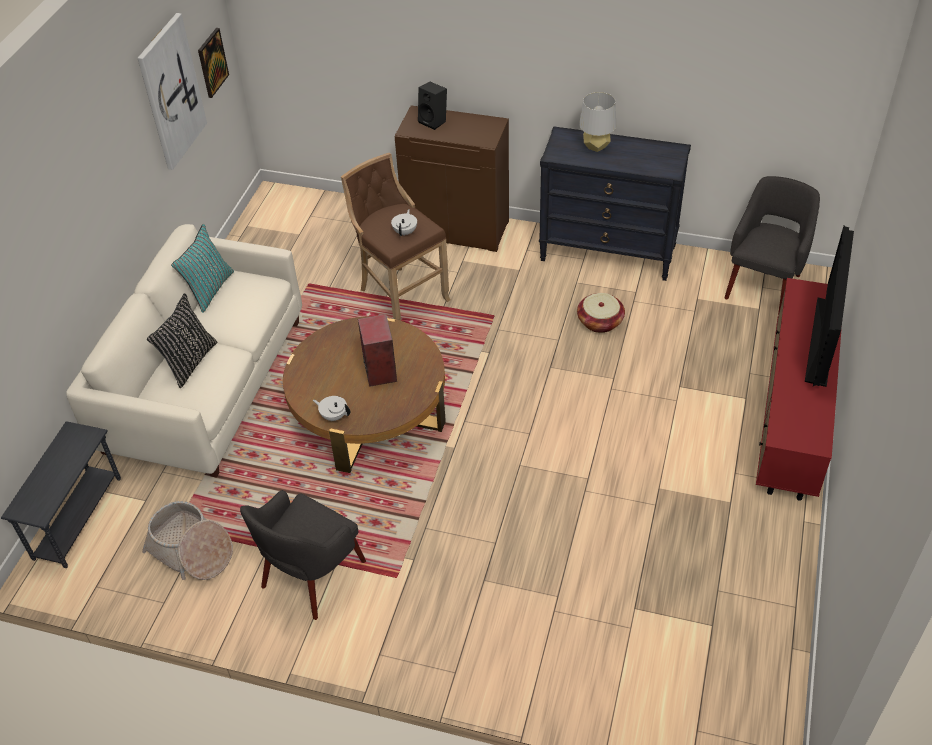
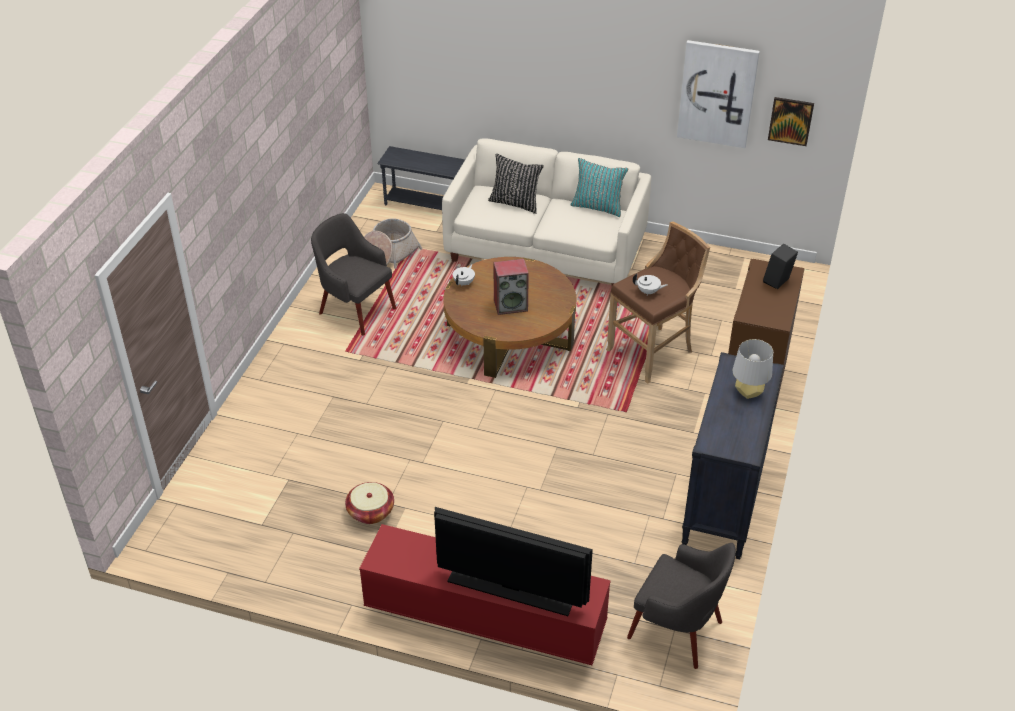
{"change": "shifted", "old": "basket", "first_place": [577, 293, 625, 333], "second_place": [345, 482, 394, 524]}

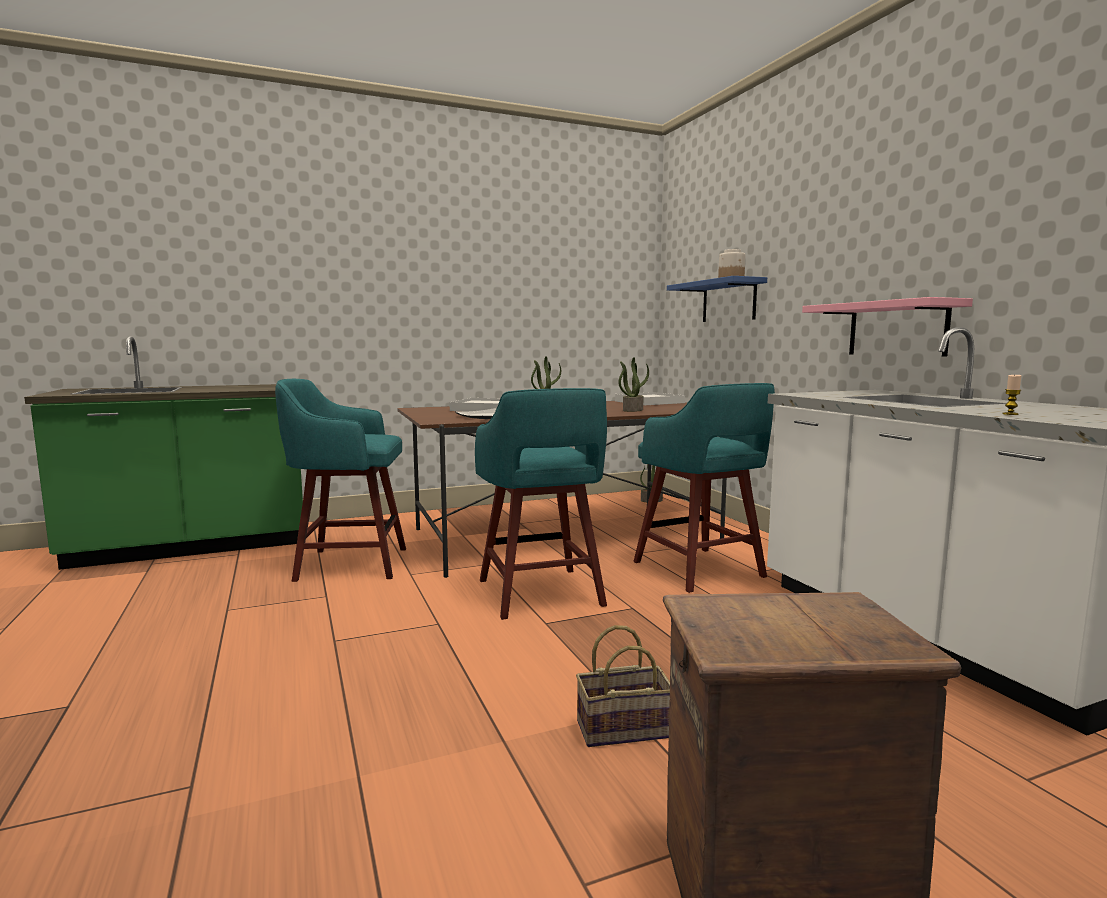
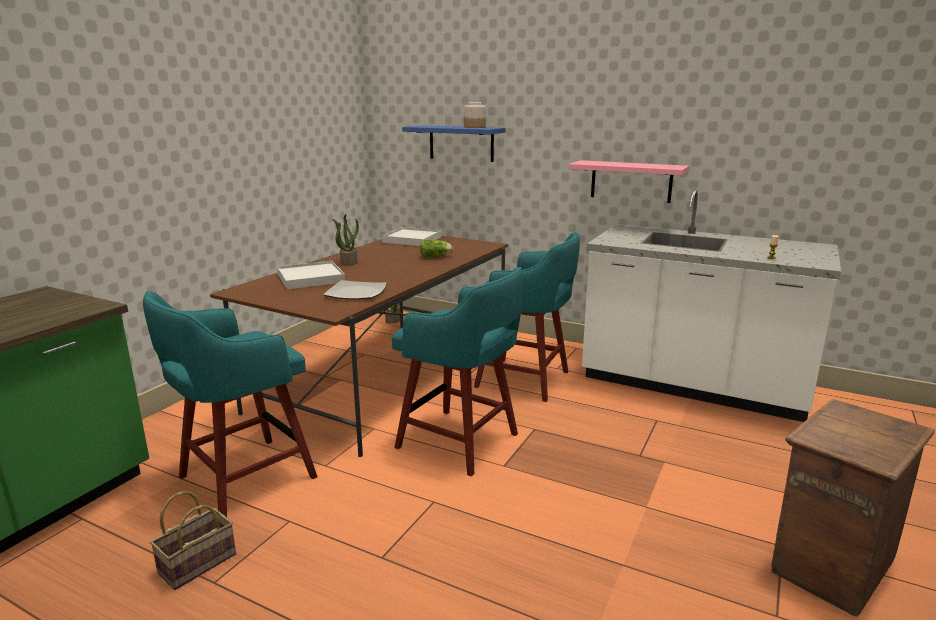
{"change": "shifted", "old": "basket", "first_place": [576, 625, 670, 747], "second_place": [150, 491, 236, 590]}
{"change": "swapped", "old": "plant in a pot", "new": "head of lettuce", "first_place": [618, 357, 649, 412], "second_place": [420, 240, 453, 258]}

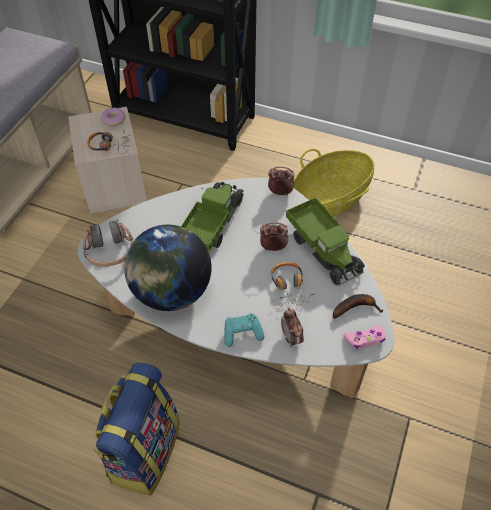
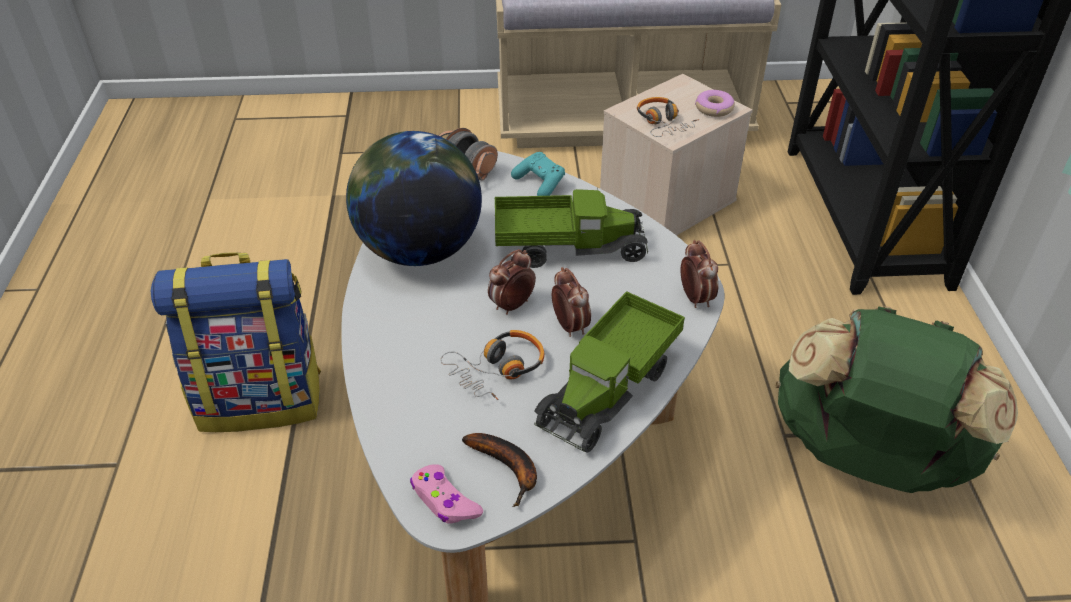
{"change": "shifted", "old": "table clock", "first_place": [281, 308, 304, 347], "second_place": [488, 249, 536, 315]}
{"change": "shifted", "old": "turquoise-coloured gamepad", "first_place": [224, 313, 264, 347], "second_place": [511, 152, 565, 196]}
{"change": "swapped", "old": "basket", "new": "green knapsack", "first_place": [294, 149, 374, 217], "second_place": [776, 306, 1018, 493]}

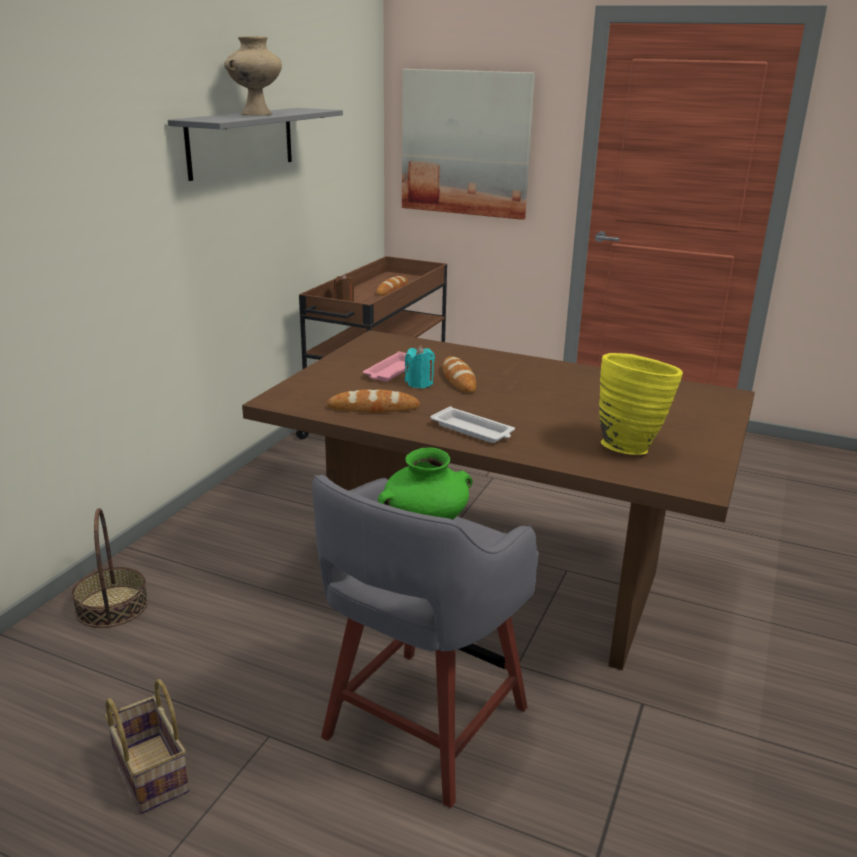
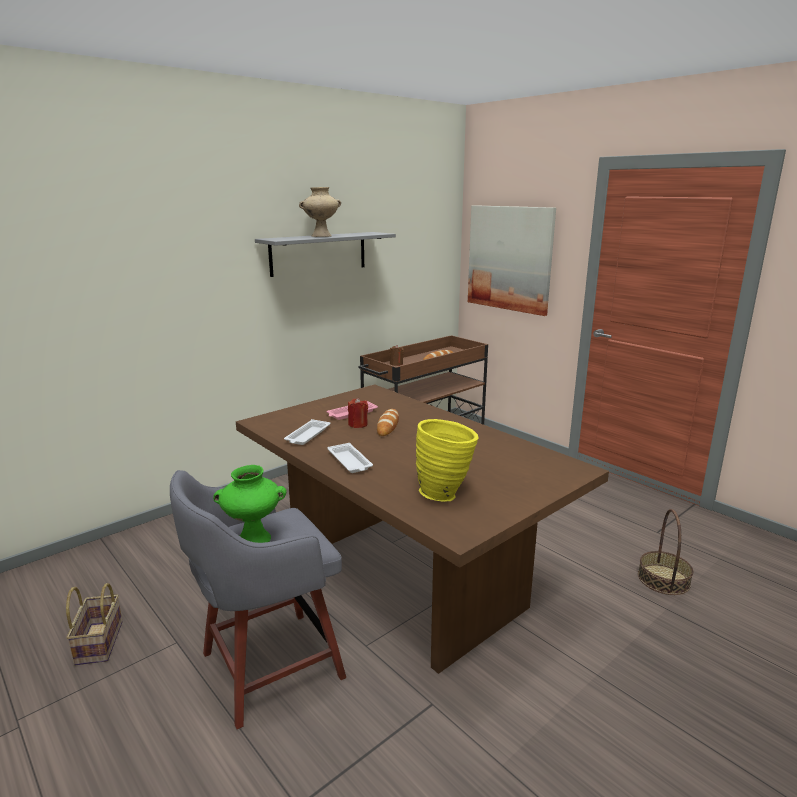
{"change": "swapped", "old": "baked bread", "new": "whitish serving tray", "first_place": [327, 389, 420, 412], "second_place": [284, 419, 330, 445]}
{"change": "repainted", "old": "turquoise-coloured wax candle", "new": "red wax candle", "first_place": [405, 345, 435, 389], "second_place": [348, 398, 368, 428]}
{"change": "shifted", "old": "basket", "first_place": [72, 508, 148, 628], "second_place": [638, 509, 693, 595]}

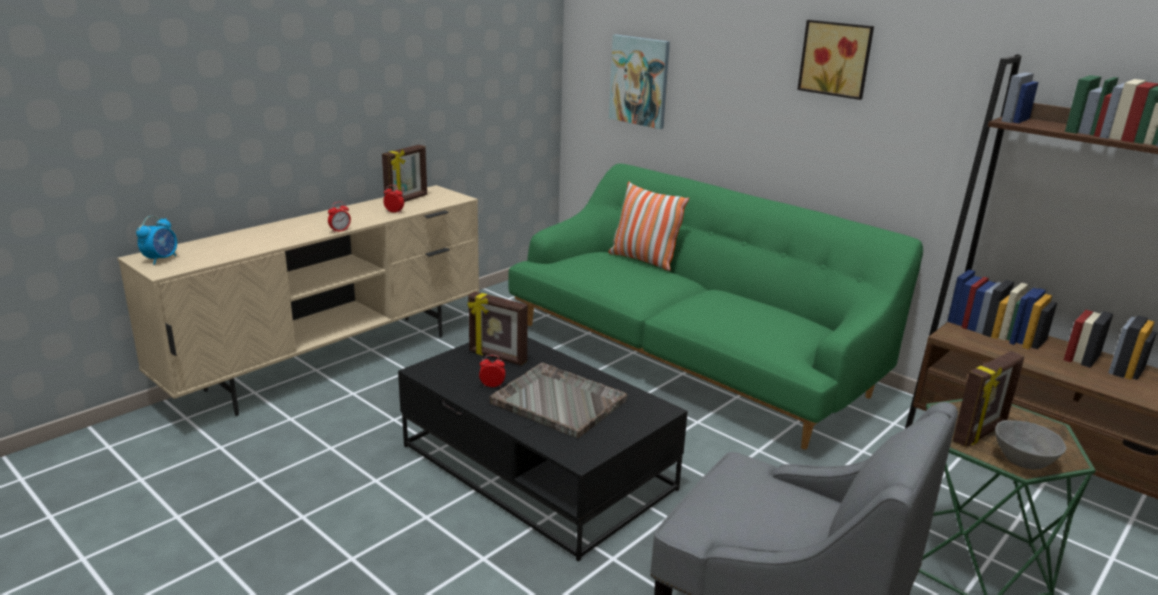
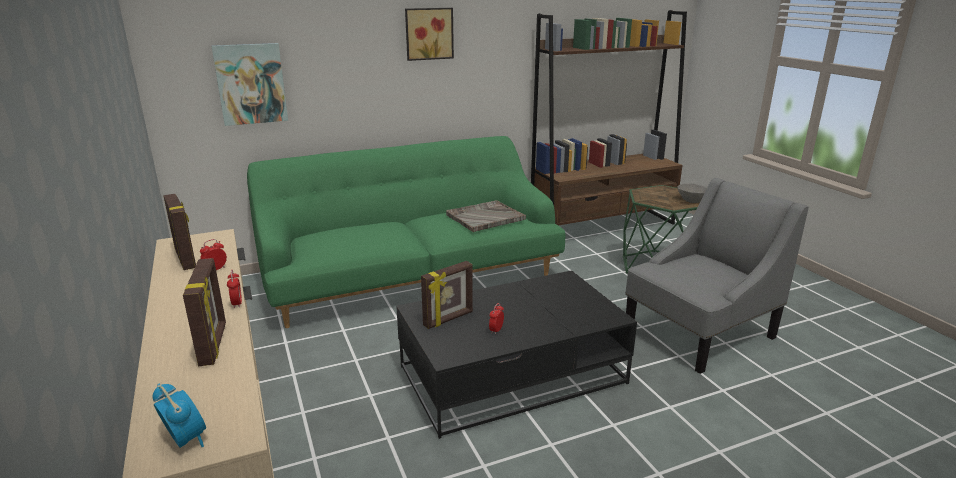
{"change": "shifted", "old": "picture frame", "first_place": [953, 351, 1024, 447], "second_place": [183, 258, 226, 366]}
{"change": "shifted", "old": "grey serving tray", "first_place": [490, 363, 628, 438], "second_place": [446, 200, 526, 232]}
{"change": "gone", "old": "pillow", "first_place": [609, 182, 689, 271]}

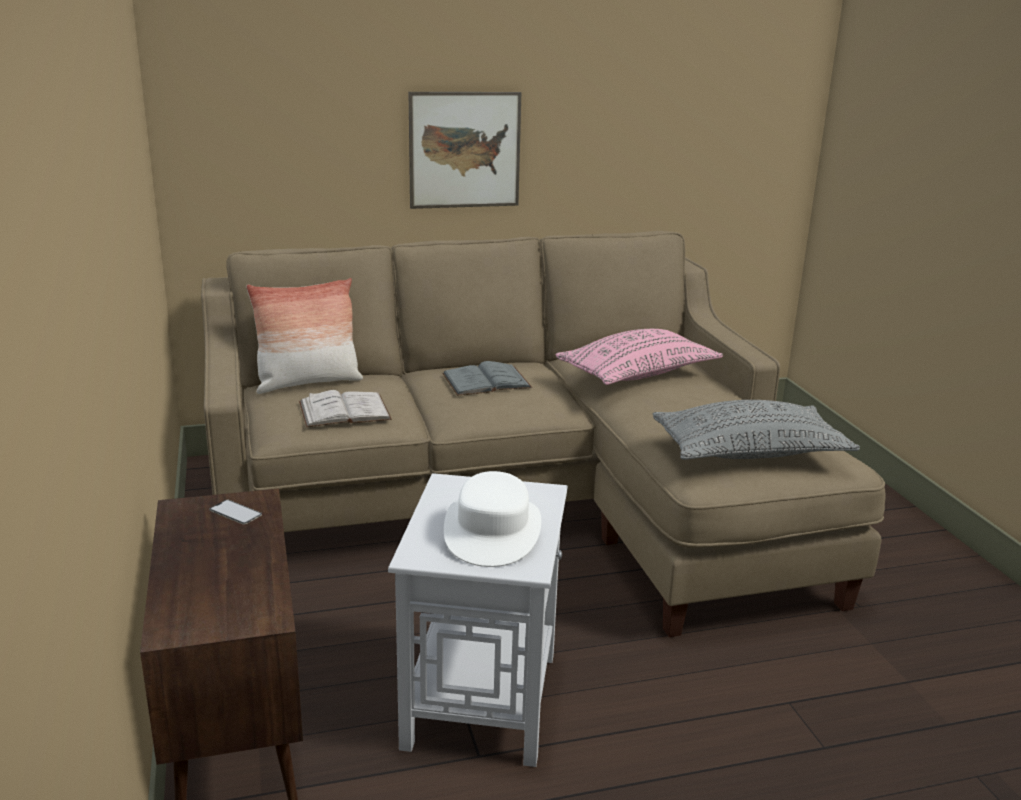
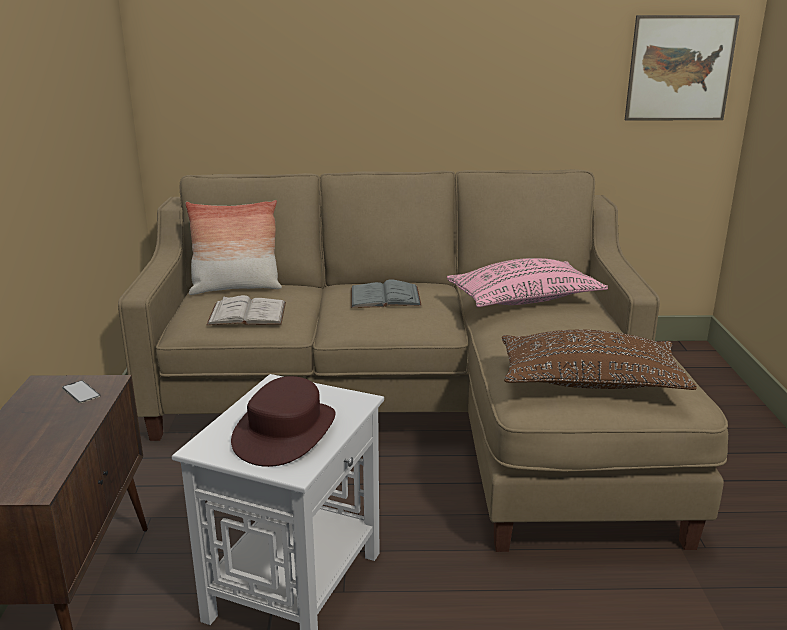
{"change": "repainted", "old": "whitish wearable hat", "new": "brown wearable hat", "first_place": [444, 471, 541, 567], "second_place": [231, 376, 336, 467]}
{"change": "repainted", "old": "grey pillow", "new": "brown pillow", "first_place": [653, 400, 860, 460], "second_place": [502, 330, 697, 390]}
{"change": "shifted", "old": "wall picture", "first_place": [409, 92, 521, 209], "second_place": [625, 15, 740, 121]}

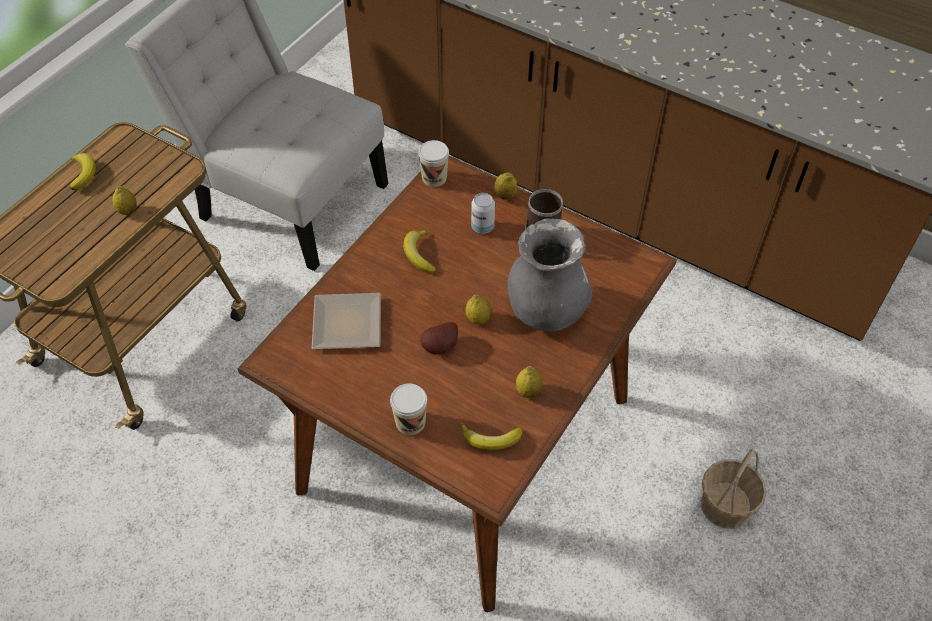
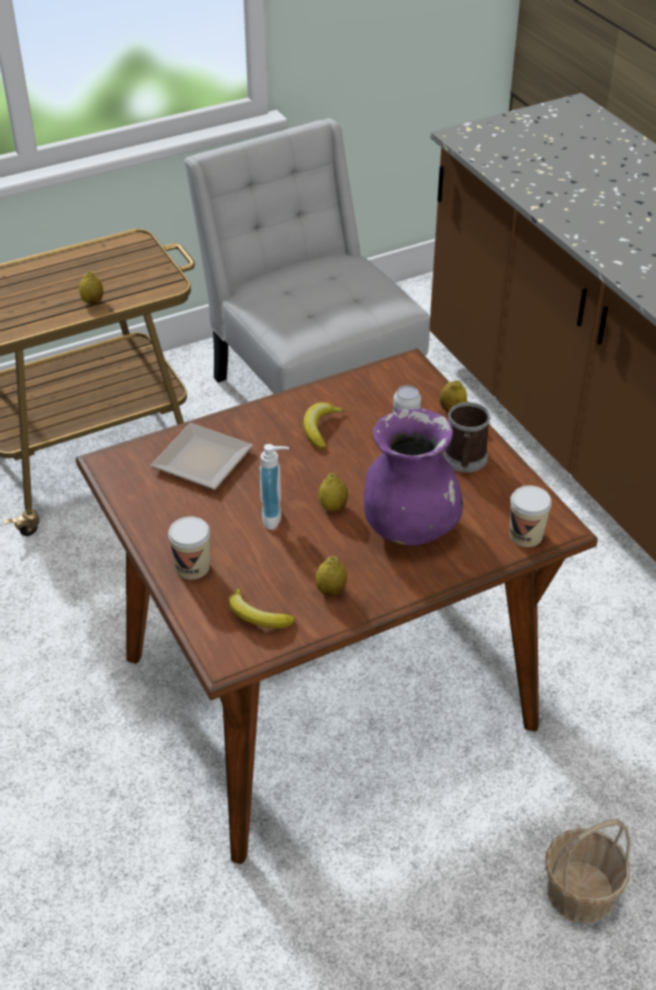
{"change": "swapped", "old": "spud", "new": "soap bottle", "first_place": [420, 322, 458, 354], "second_place": [259, 444, 289, 530]}
{"change": "repainted", "old": "grey flower vase", "new": "purple flower vase", "first_place": [507, 219, 592, 331], "second_place": [364, 408, 463, 545]}
{"change": "shifted", "old": "small cup", "first_place": [418, 140, 449, 187], "second_place": [510, 486, 552, 547]}
{"change": "gone", "old": "whole banana", "first_place": [70, 153, 96, 191]}

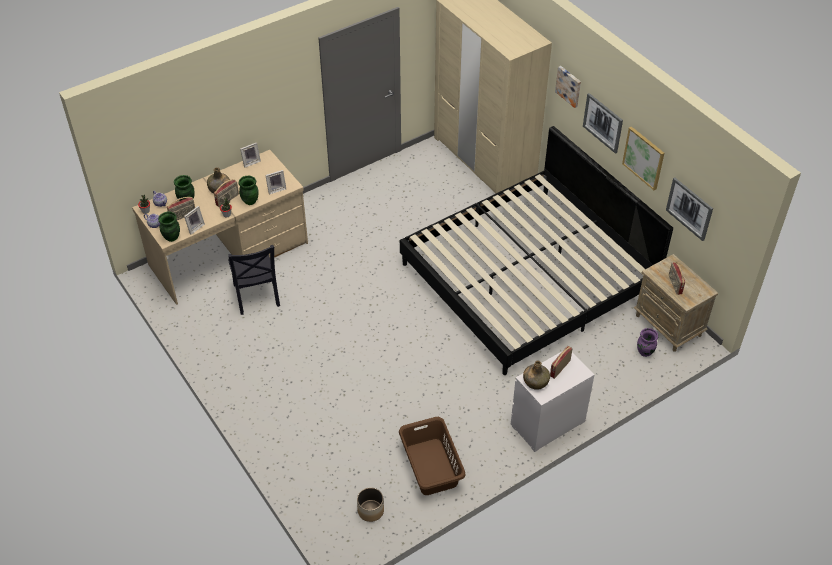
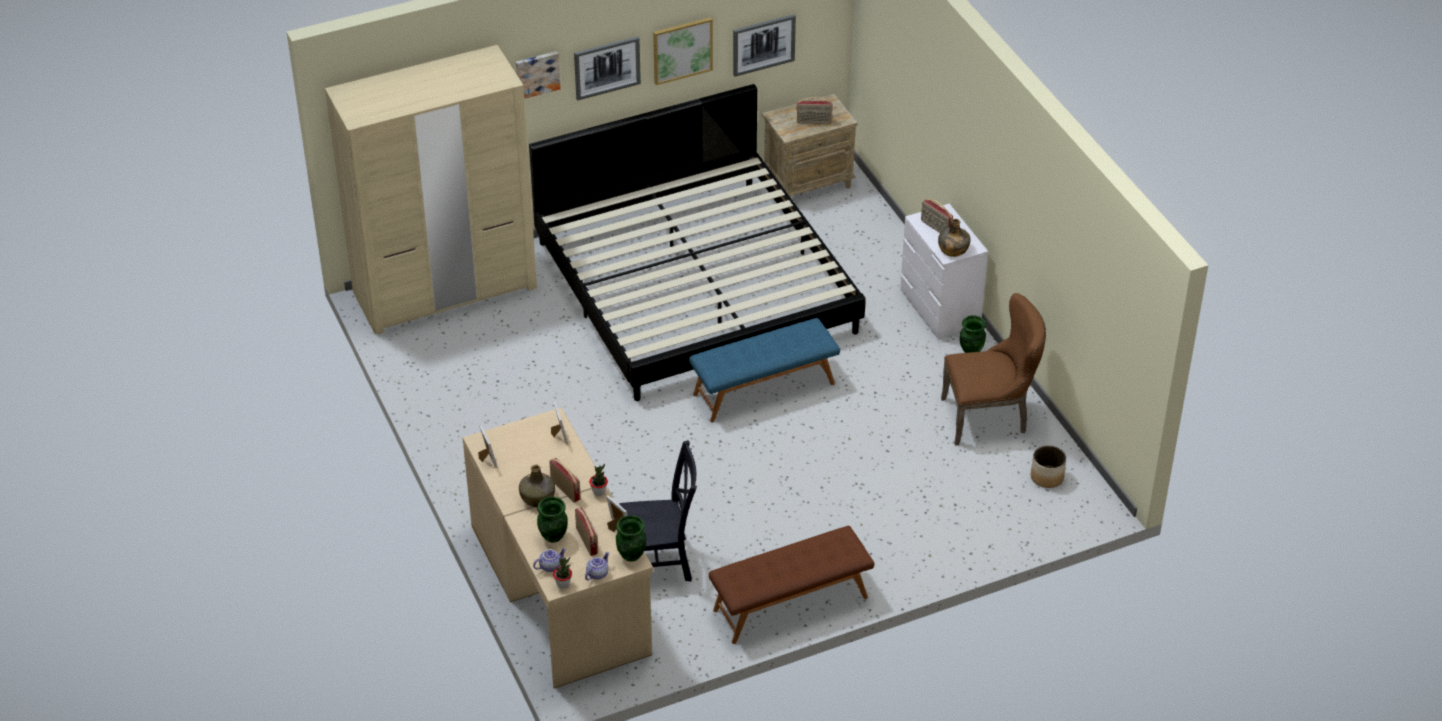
{"change": "new", "new": "blue indoor bench", "second_place": [689, 318, 840, 423]}
{"change": "new", "new": "brown indoor bench", "second_place": [709, 526, 874, 644]}
{"change": "swapped", "old": "brown hamper", "new": "brown chair", "first_place": [399, 417, 466, 495], "second_place": [941, 293, 1046, 445]}
{"change": "shifted", "old": "green flower vase", "first_place": [239, 176, 259, 205], "second_place": [960, 315, 986, 353]}
{"change": "gone", "old": "purple flower vase", "first_place": [637, 328, 658, 357]}

